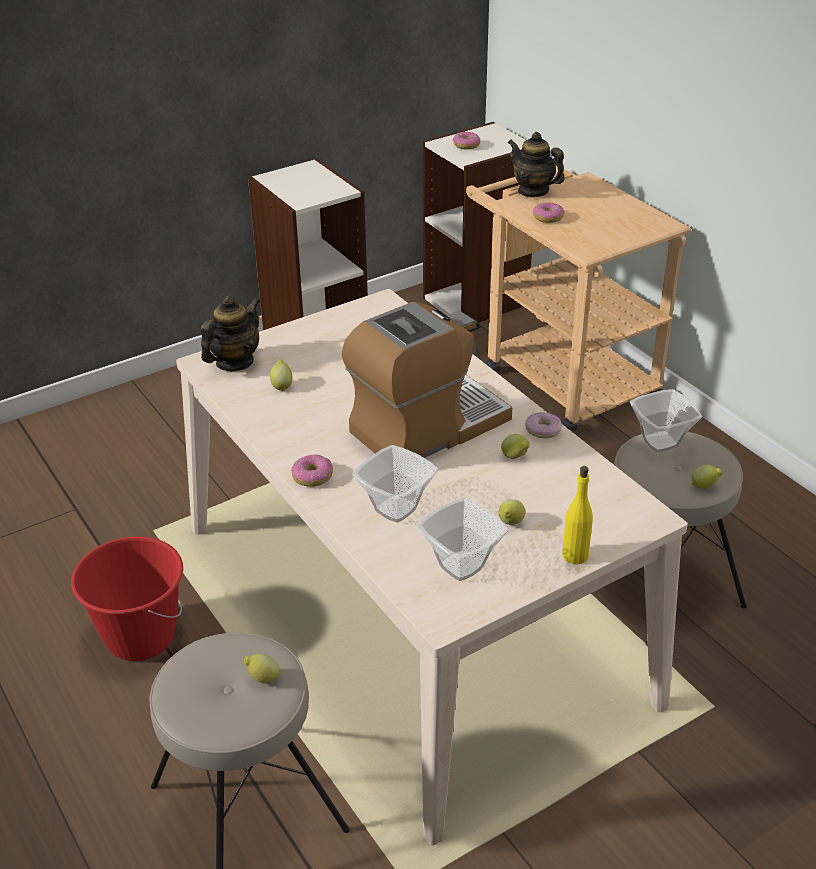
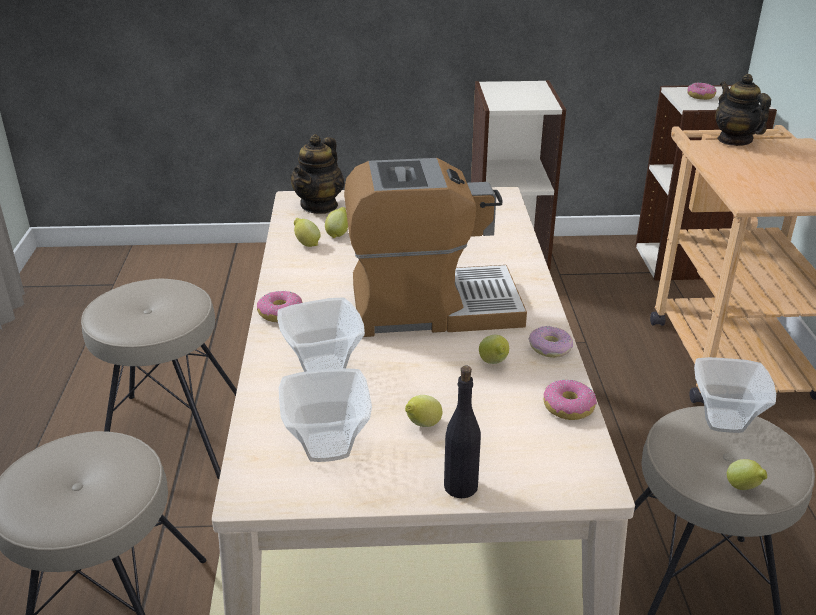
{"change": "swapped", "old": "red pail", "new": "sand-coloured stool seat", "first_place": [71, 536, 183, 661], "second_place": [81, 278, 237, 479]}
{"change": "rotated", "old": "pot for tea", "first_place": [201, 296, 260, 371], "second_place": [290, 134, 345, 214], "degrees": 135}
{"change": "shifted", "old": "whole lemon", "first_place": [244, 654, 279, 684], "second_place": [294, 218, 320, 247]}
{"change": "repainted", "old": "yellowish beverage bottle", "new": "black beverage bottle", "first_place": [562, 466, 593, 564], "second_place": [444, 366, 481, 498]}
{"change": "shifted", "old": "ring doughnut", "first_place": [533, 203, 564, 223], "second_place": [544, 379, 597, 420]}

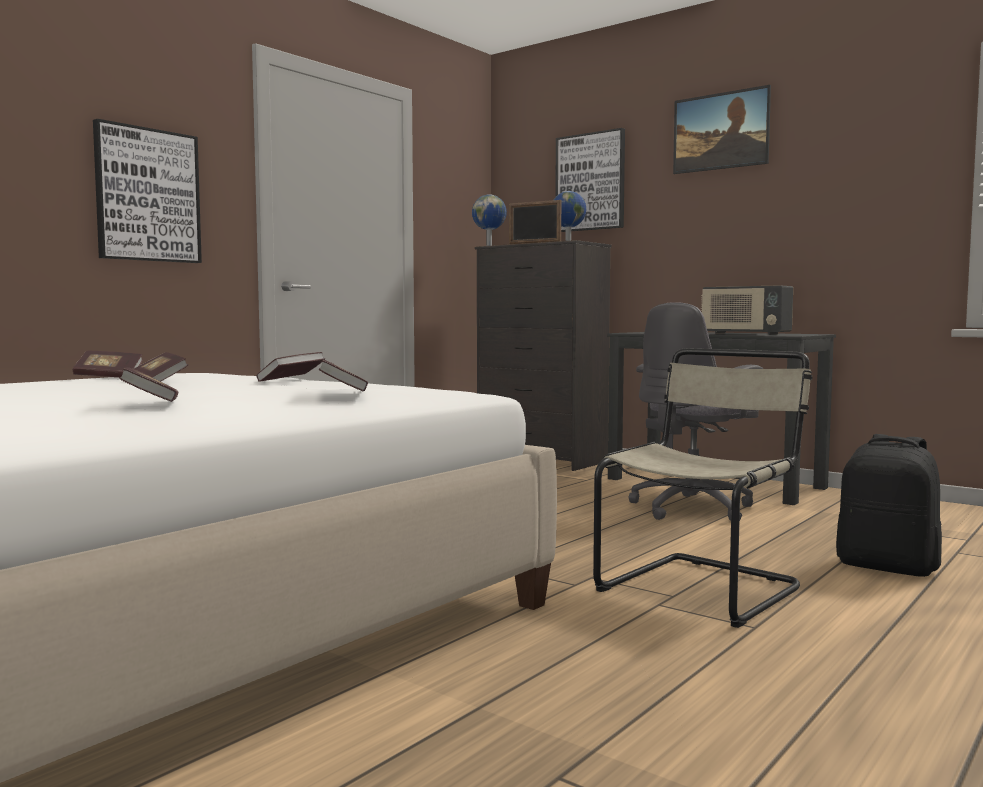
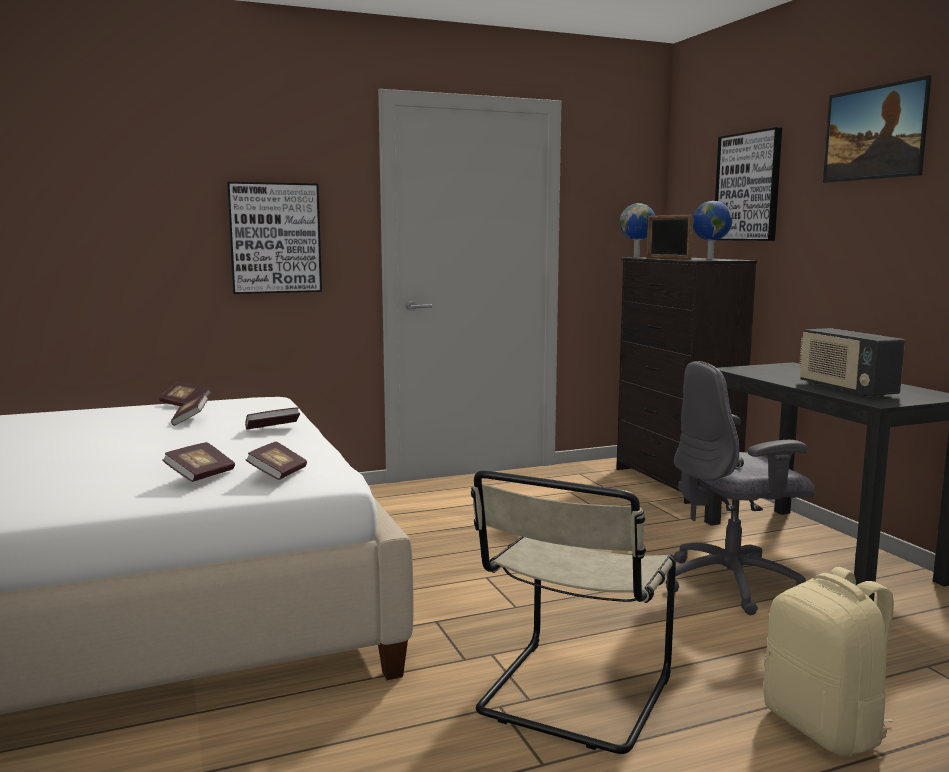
{"change": "shifted", "old": "book", "first_place": [119, 367, 178, 402], "second_place": [246, 442, 307, 480]}
{"change": "rotated", "old": "sand-coloured chair", "first_place": [593, 348, 813, 628], "second_place": [471, 470, 676, 754], "degrees": 135}
{"change": "repainted", "old": "black knapsack", "new": "sand-coloured knapsack", "first_place": [836, 434, 942, 577], "second_place": [764, 567, 894, 756]}

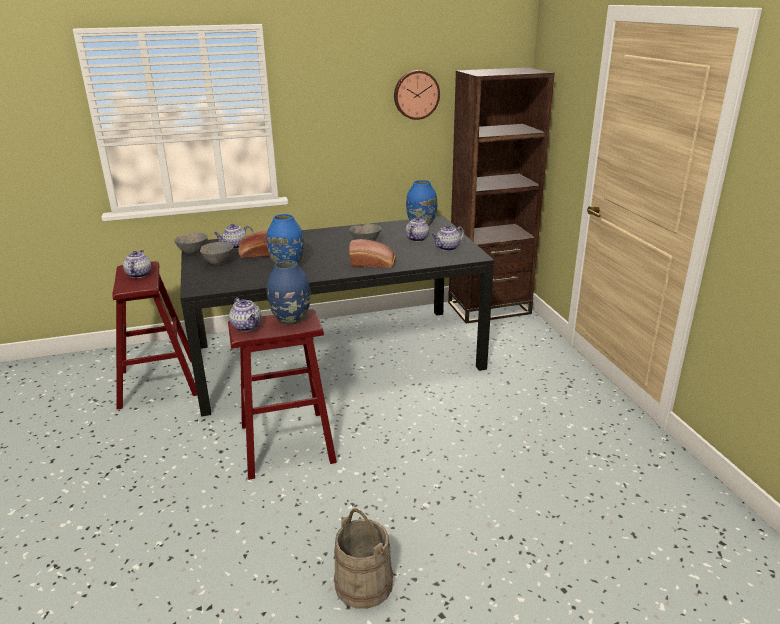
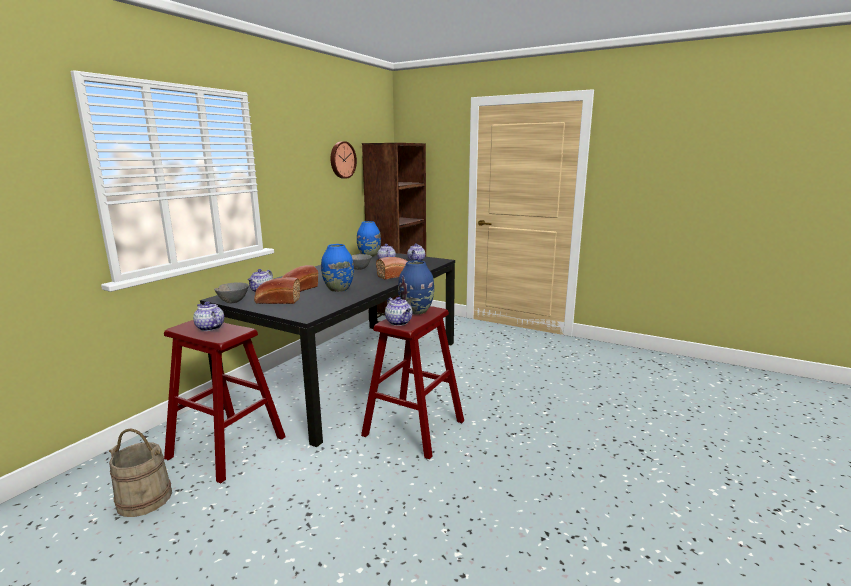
{"change": "shifted", "old": "sand-coloured pail", "first_place": [334, 509, 393, 609], "second_place": [109, 428, 172, 517]}
{"change": "swapped", "old": "grey deep dish", "new": "baked bread", "first_place": [200, 242, 233, 265], "second_place": [254, 277, 300, 304]}
{"change": "rotated", "old": "pot for tea", "first_place": [229, 298, 261, 331], "second_place": [385, 297, 412, 326], "degrees": 45}

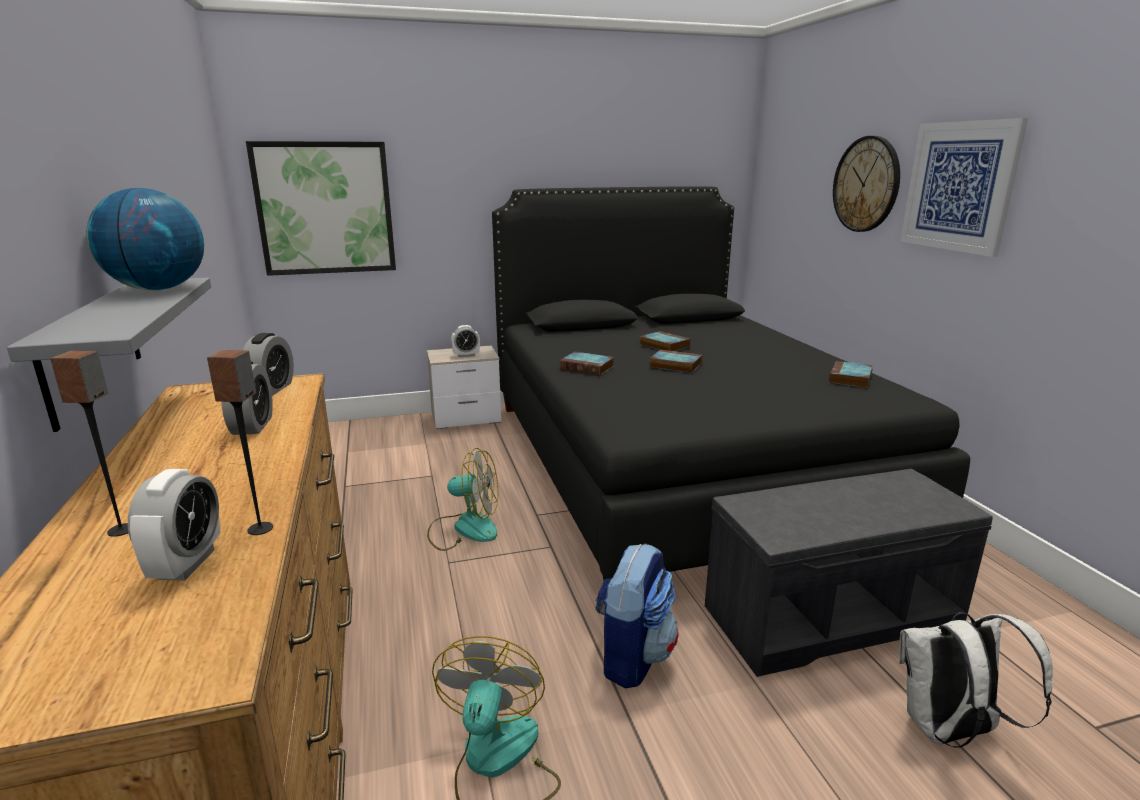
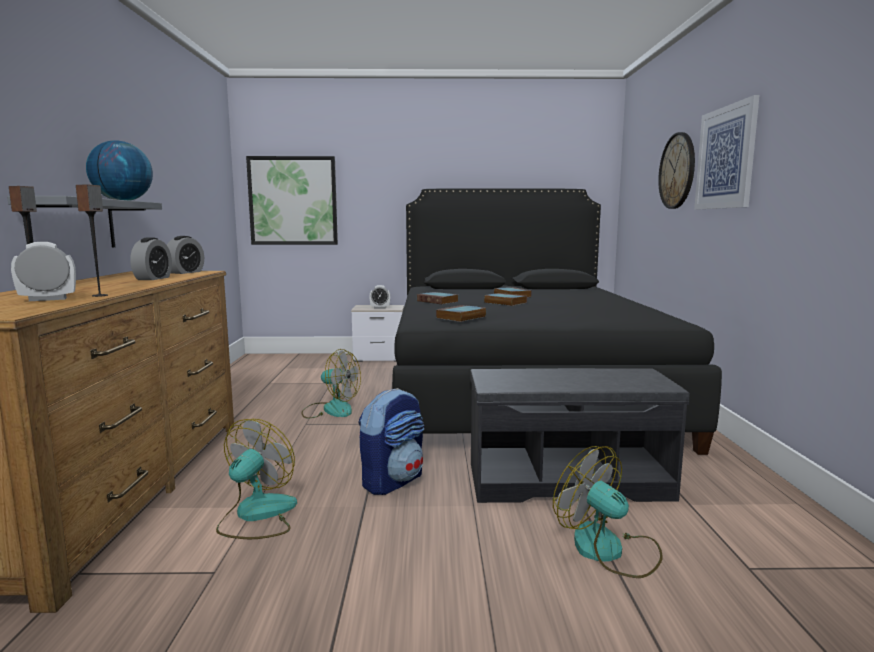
{"change": "rotated", "old": "table clock", "first_place": [128, 469, 221, 581], "second_place": [11, 242, 76, 301], "degrees": -135}
{"change": "shifted", "old": "book", "first_place": [829, 361, 873, 388], "second_place": [436, 305, 486, 322]}
{"change": "swapped", "old": "whitish knapsack", "new": "electric fan", "first_place": [899, 612, 1053, 748], "second_place": [553, 446, 663, 578]}

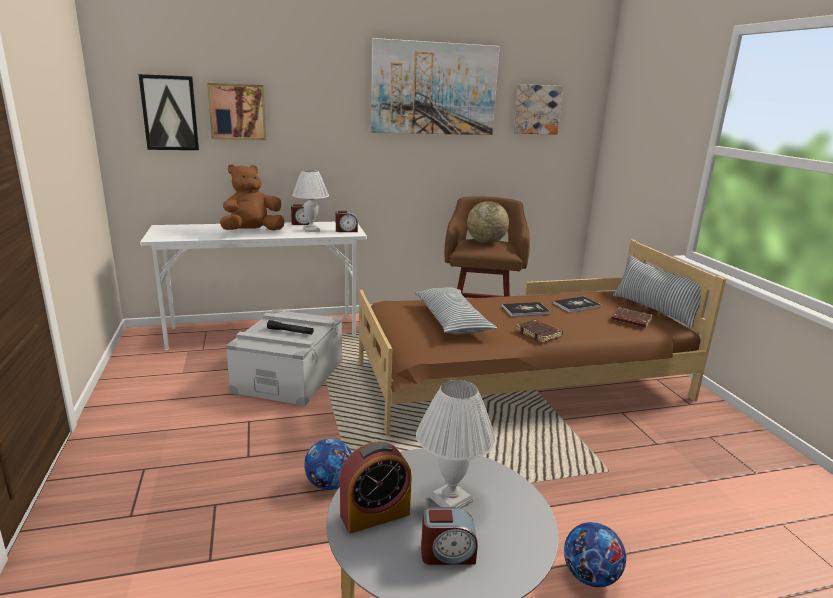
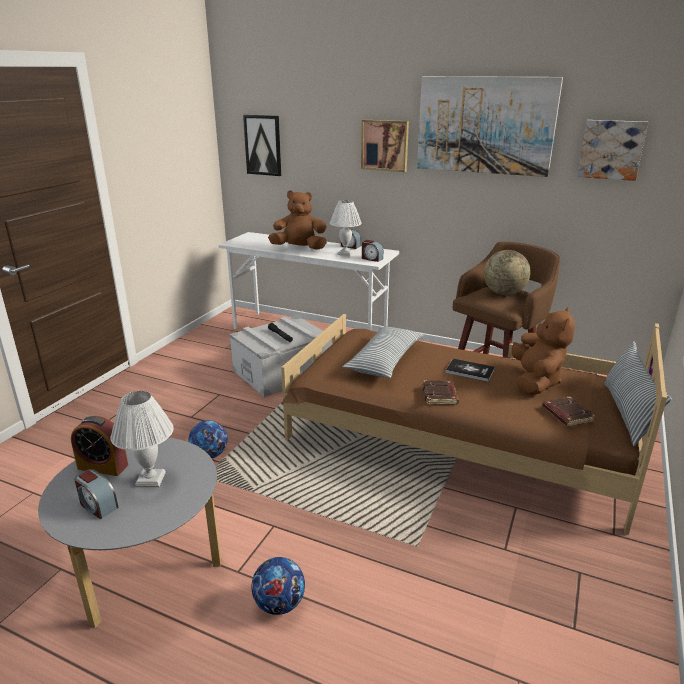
{"change": "shifted", "old": "wall picture", "first_place": [207, 83, 266, 140], "second_place": [361, 120, 409, 172]}
{"change": "swapped", "old": "book", "new": "brown plush toy", "first_place": [553, 296, 601, 313], "second_place": [512, 307, 575, 395]}

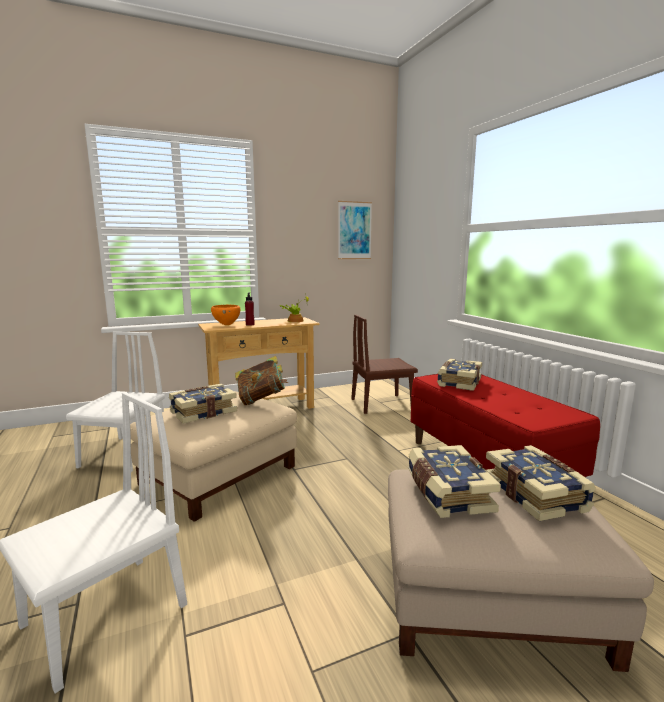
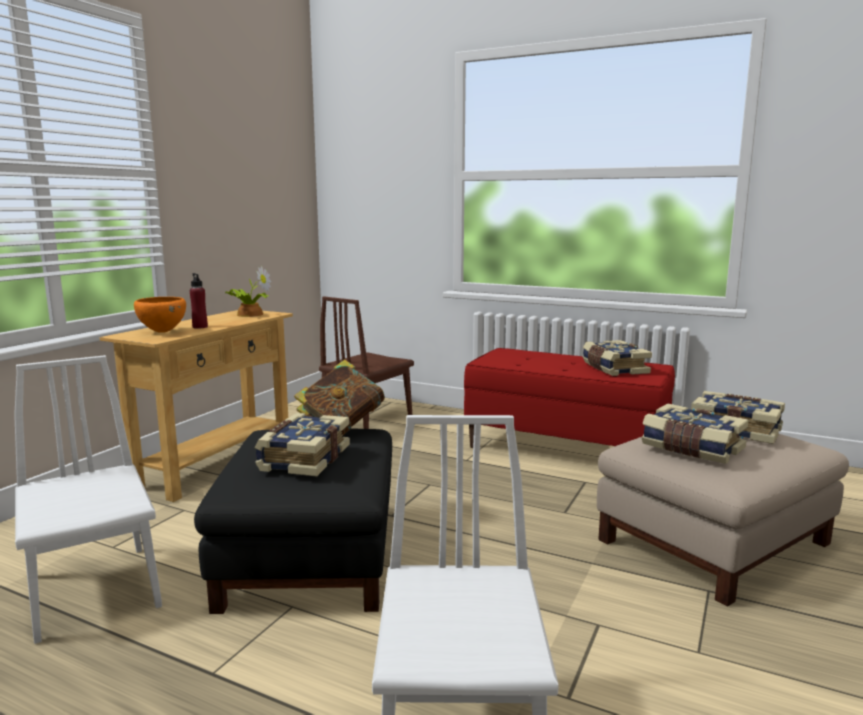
{"change": "repainted", "old": "sand-coloured footrest", "new": "black footrest", "first_place": [130, 391, 297, 522], "second_place": [194, 429, 392, 614]}
{"change": "shifted", "old": "book", "first_place": [437, 359, 482, 391], "second_place": [583, 340, 652, 376]}
{"change": "gone", "old": "wall picture", "first_place": [338, 201, 372, 259]}

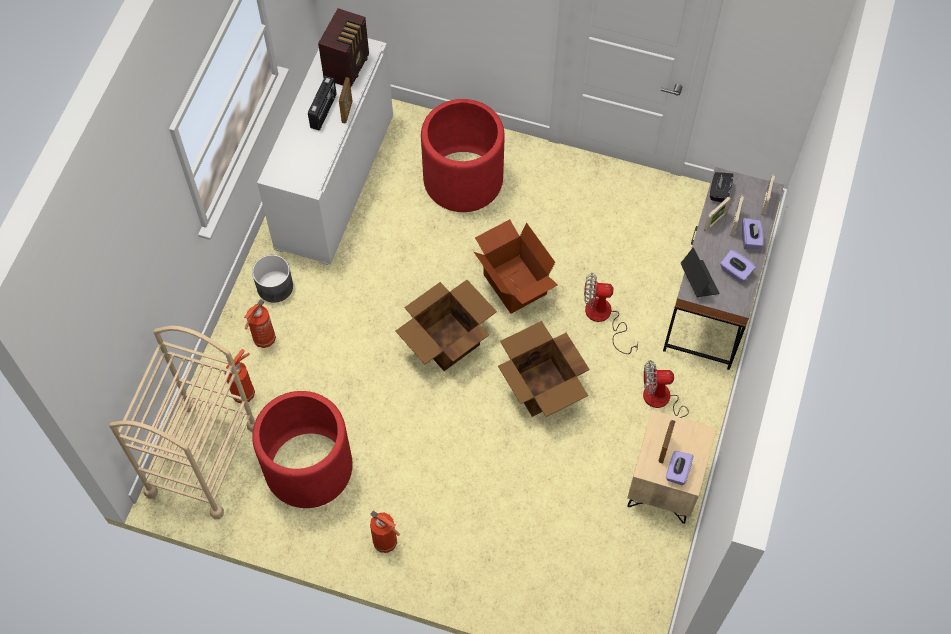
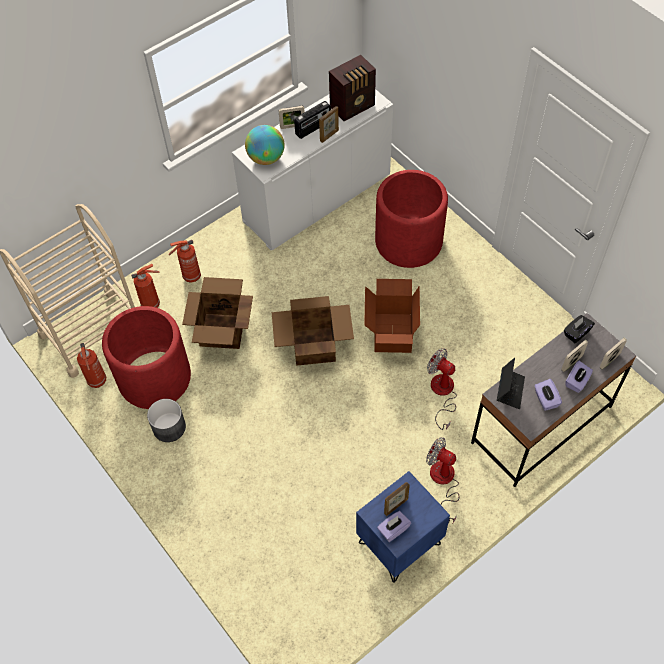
{"change": "shifted", "old": "extinguisher", "first_place": [370, 510, 400, 553], "second_place": [77, 343, 106, 388]}
{"change": "shifted", "old": "grey planter", "first_place": [252, 255, 293, 303], "second_place": [147, 399, 186, 442]}
{"change": "shifted", "old": "carton", "first_place": [498, 321, 590, 417], "second_place": [182, 277, 253, 349]}
{"change": "new", "new": "globe", "second_place": [245, 125, 284, 165]}
{"change": "shifted", "old": "picture frame", "first_place": [704, 196, 731, 232], "second_place": [279, 106, 305, 129]}
{"change": "repainted", "old": "sand-coloured night table", "new": "blue night table", "first_place": [627, 410, 717, 524], "second_place": [356, 471, 450, 583]}

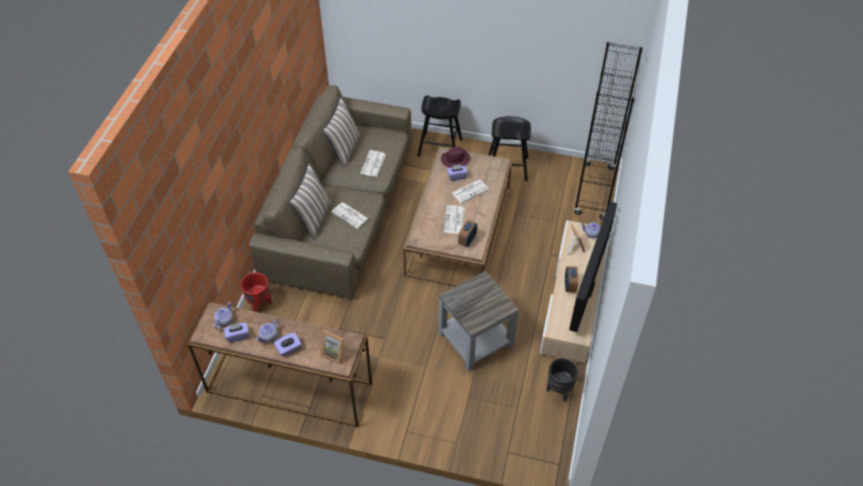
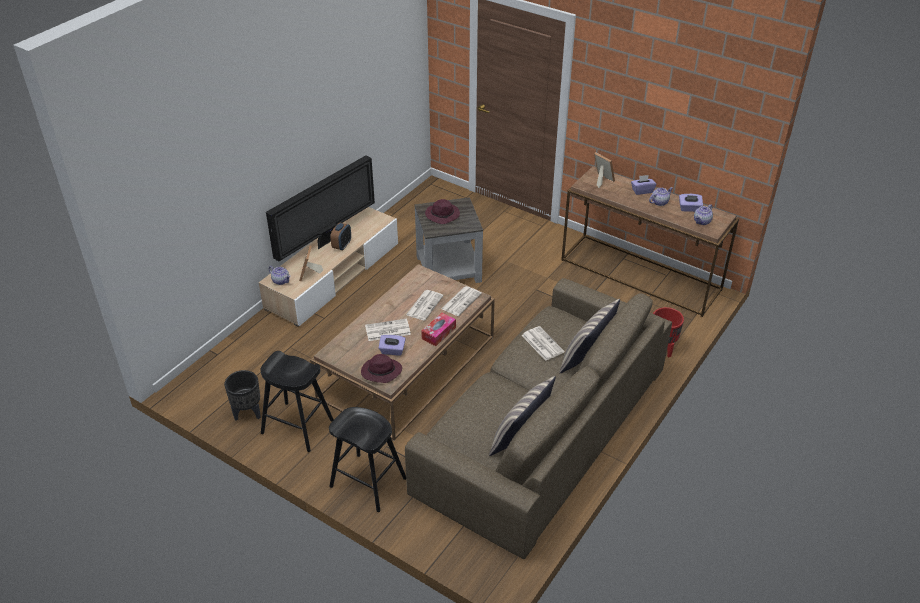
{"change": "shifted", "old": "black planter", "first_place": [547, 358, 578, 402], "second_place": [224, 370, 261, 421]}
{"change": "new", "new": "tissue holder", "second_place": [421, 313, 456, 346]}
{"change": "new", "new": "purple wearable hat", "second_place": [425, 199, 460, 224]}
{"change": "shifted", "old": "newspaper", "first_place": [360, 150, 386, 177], "second_place": [441, 286, 482, 316]}
{"change": "gone", "old": "table clock", "first_place": [458, 220, 477, 247]}
{"change": "gone", "old": "black bookshelf", "first_place": [574, 42, 643, 219]}

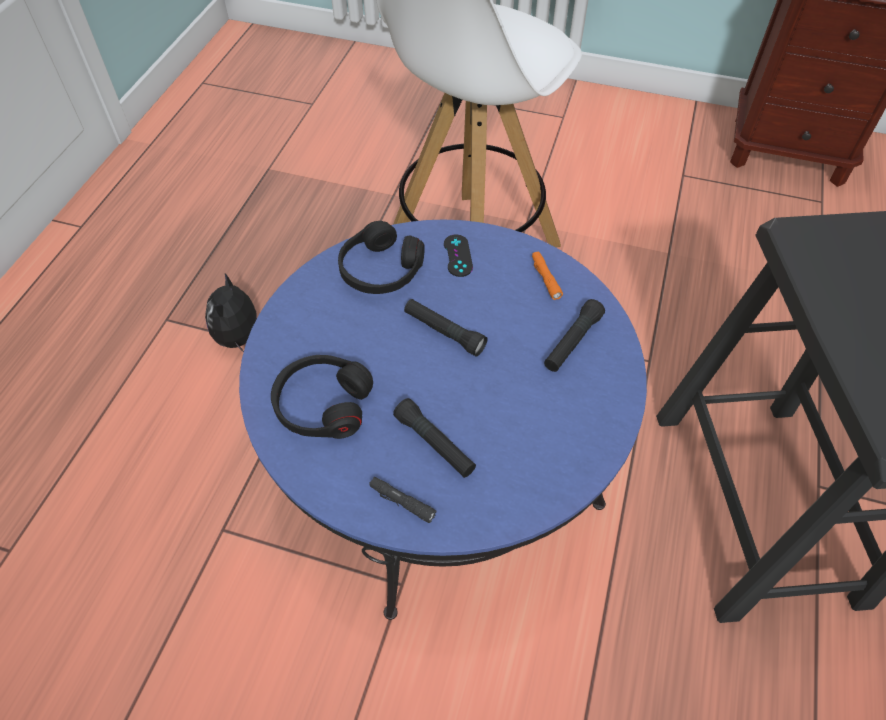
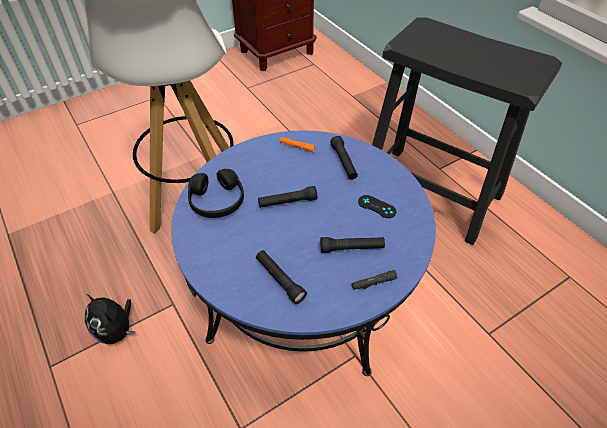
{"change": "swapped", "old": "black headphones", "new": "black hand torch", "first_place": [271, 355, 373, 439], "second_place": [256, 250, 307, 304]}
{"change": "shifted", "old": "black gamepad", "first_place": [444, 235, 473, 277], "second_place": [358, 195, 396, 218]}

